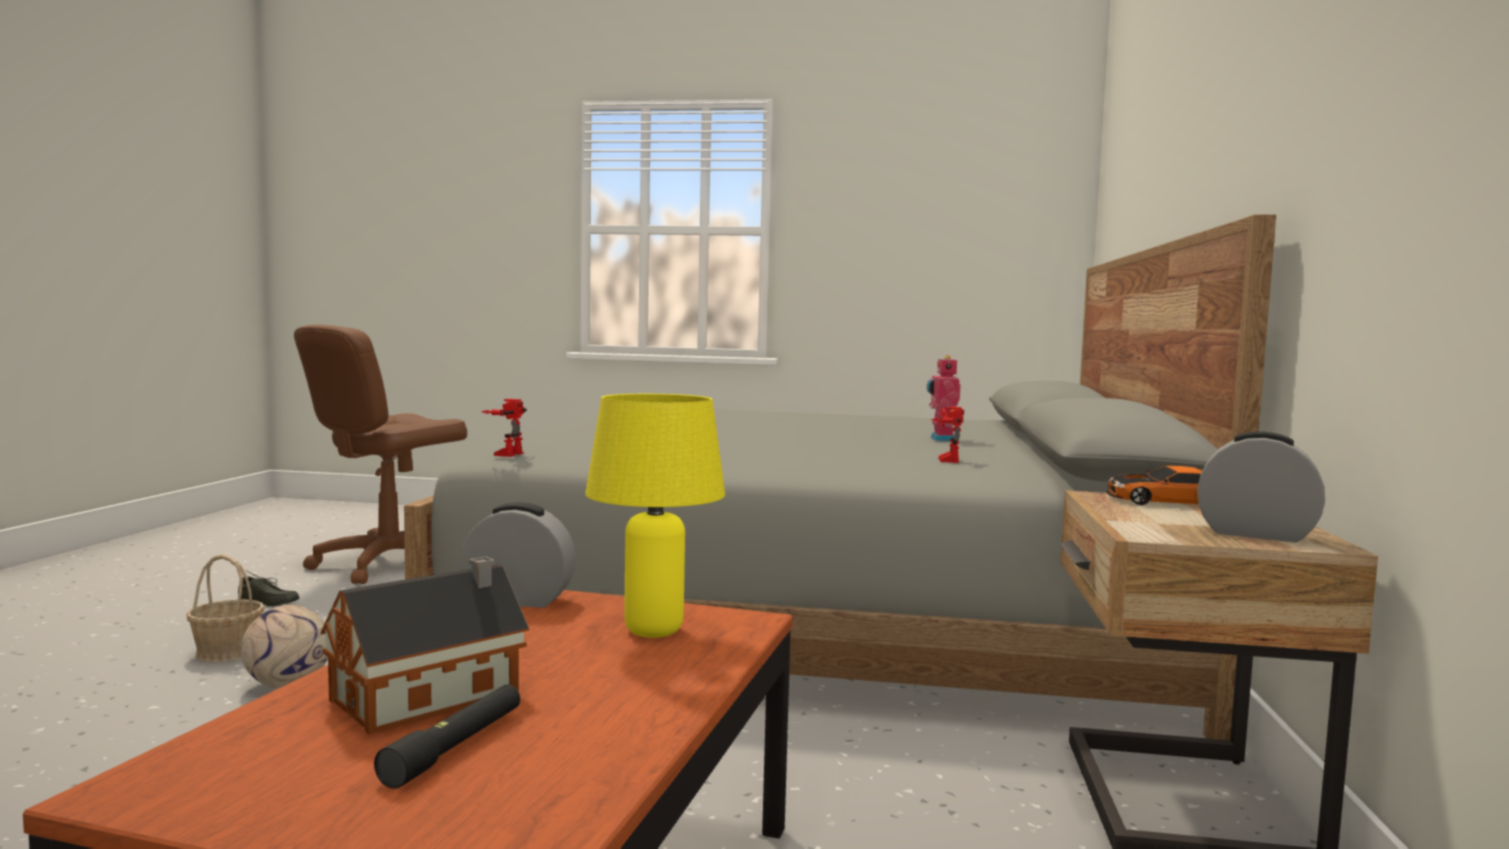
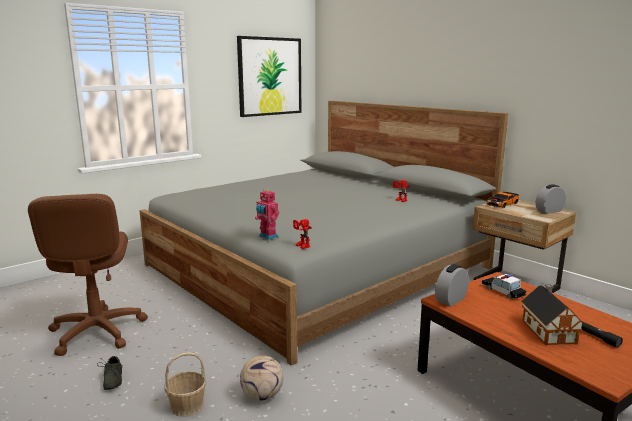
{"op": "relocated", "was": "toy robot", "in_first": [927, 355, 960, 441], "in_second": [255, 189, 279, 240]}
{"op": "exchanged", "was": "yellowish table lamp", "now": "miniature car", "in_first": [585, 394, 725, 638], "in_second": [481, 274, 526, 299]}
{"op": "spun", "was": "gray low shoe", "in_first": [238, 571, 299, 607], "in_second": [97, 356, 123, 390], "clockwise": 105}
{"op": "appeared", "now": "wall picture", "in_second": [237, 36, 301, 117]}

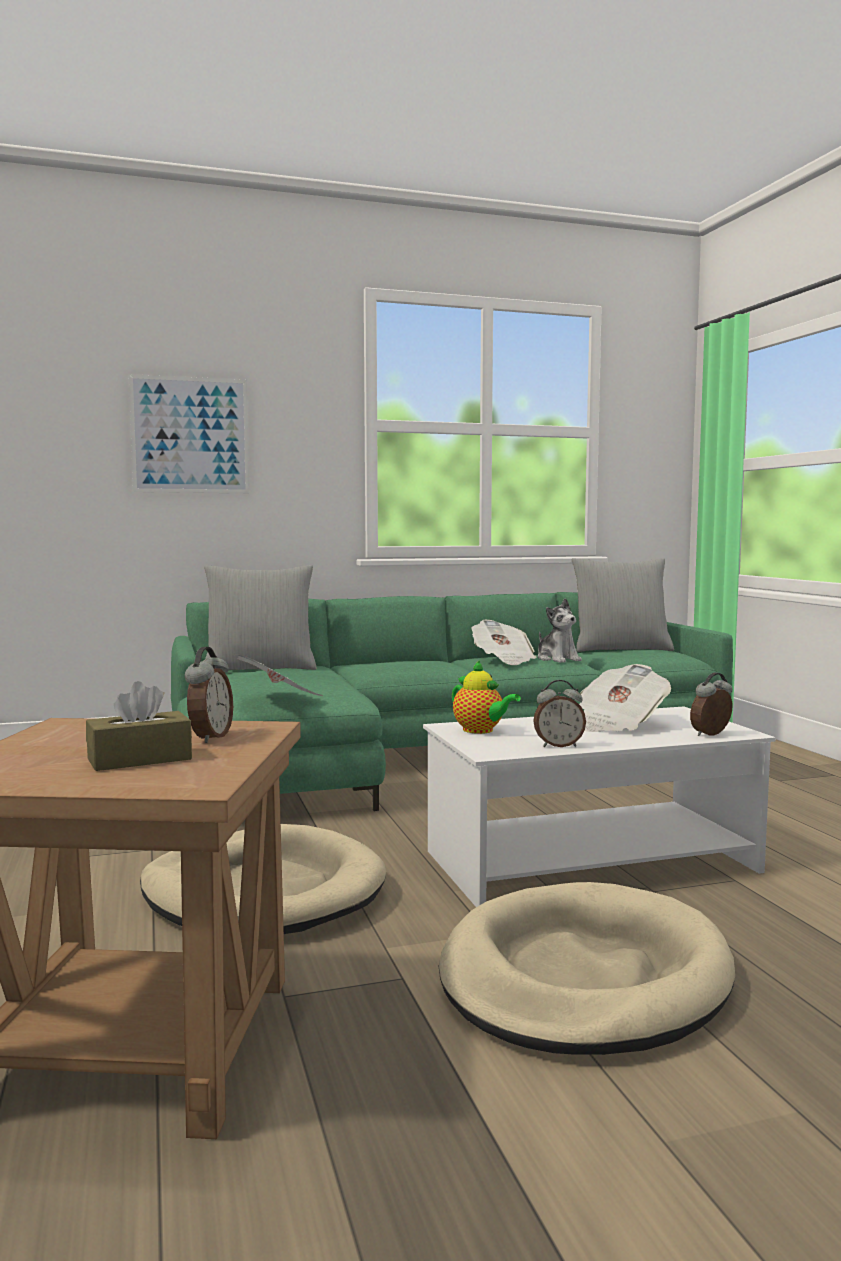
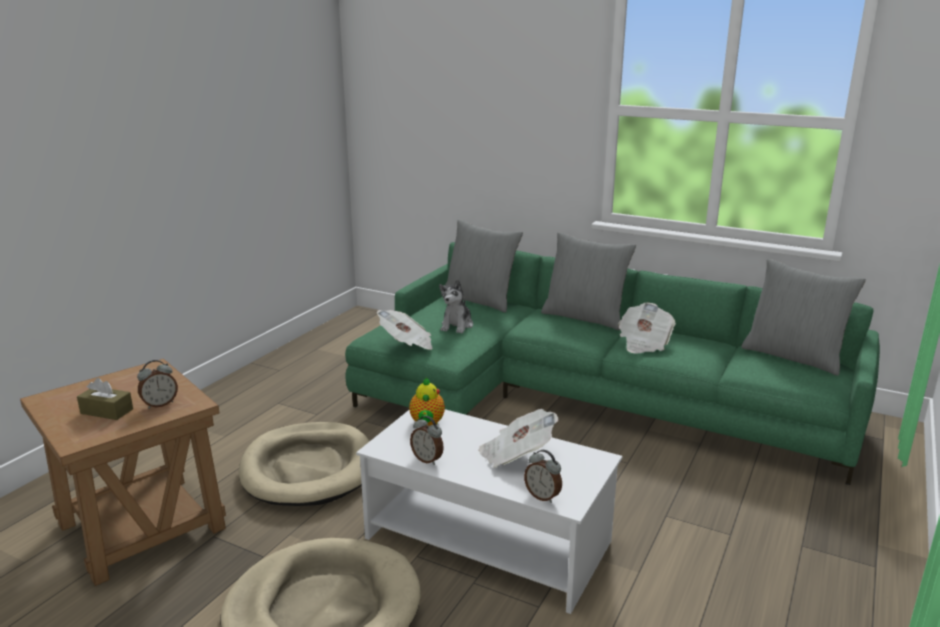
{"op": "missing", "was": "wall picture", "in_first": [129, 374, 249, 493]}
{"op": "relocated", "was": "soft toy", "in_first": [538, 598, 582, 663], "in_second": [439, 280, 473, 333]}
{"op": "spun", "was": "alarm clock", "in_first": [690, 672, 732, 736], "in_second": [524, 450, 562, 503], "clockwise": -150}
{"op": "appeared", "now": "gray cushion", "in_second": [541, 232, 636, 330]}

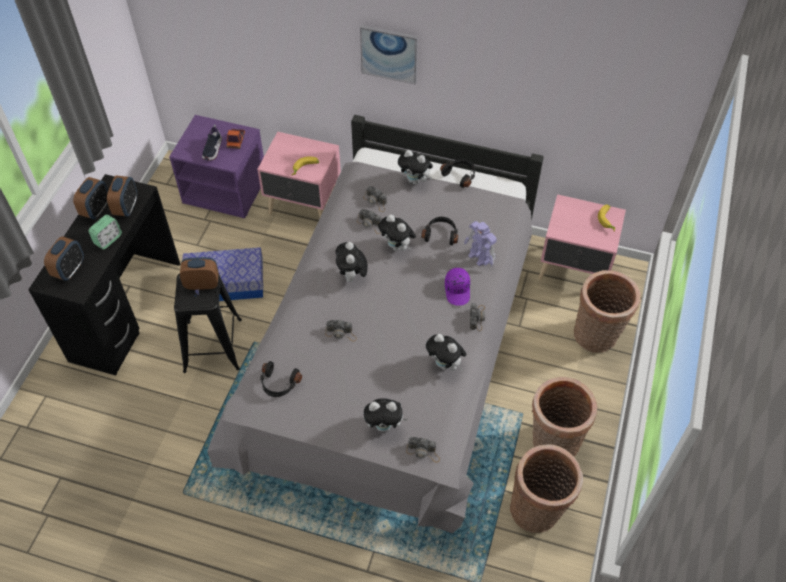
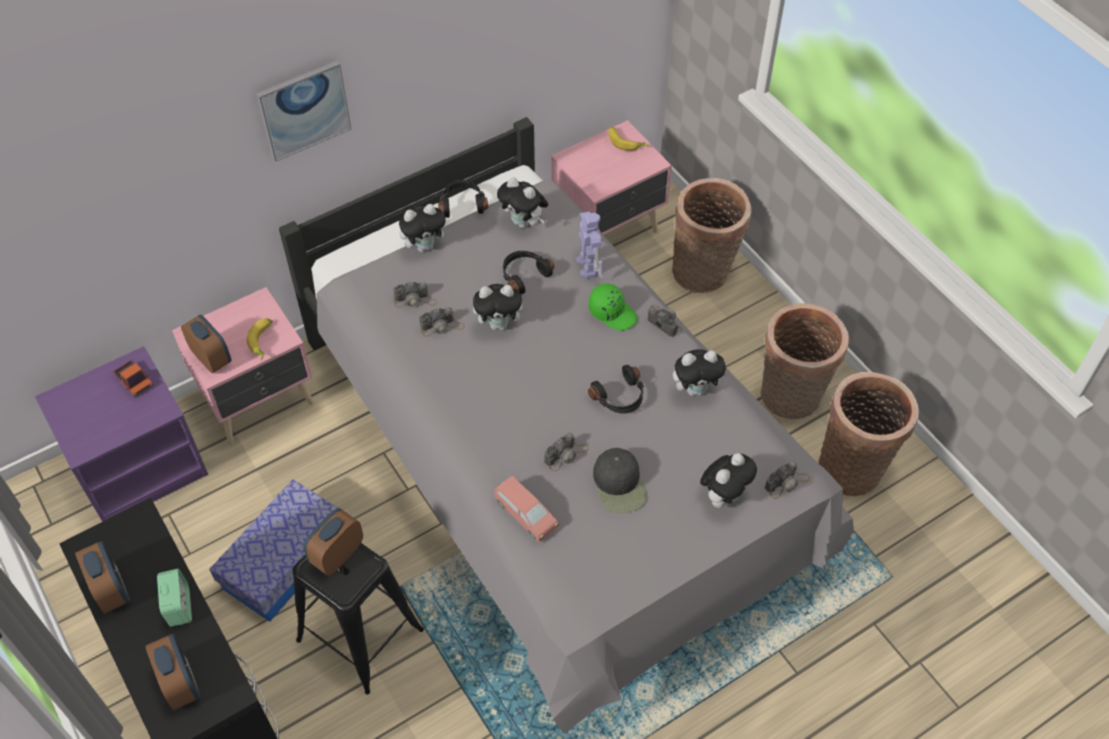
{"op": "missing", "was": "low shoe", "in_first": [202, 125, 222, 161]}
{"op": "relocated", "was": "alarm clock", "in_first": [107, 176, 137, 217], "in_second": [181, 315, 231, 374]}
{"op": "spun", "was": "toy robot", "in_first": [464, 221, 497, 267], "in_second": [576, 212, 603, 279], "clockwise": -105}
{"op": "relocated", "was": "soft toy", "in_first": [335, 242, 368, 282], "in_second": [497, 177, 548, 228]}
{"op": "colour", "was": "purple cap", "now": "greenish cap", "in_first": [445, 268, 470, 306], "in_second": [589, 284, 637, 331]}
{"op": "relocated", "was": "blackish headphones", "in_first": [260, 361, 302, 397], "in_second": [588, 365, 644, 414]}
{"op": "appeared", "now": "blackish cap", "in_second": [593, 448, 648, 514]}
{"op": "appeared", "now": "pink miniature car", "in_second": [494, 476, 559, 542]}

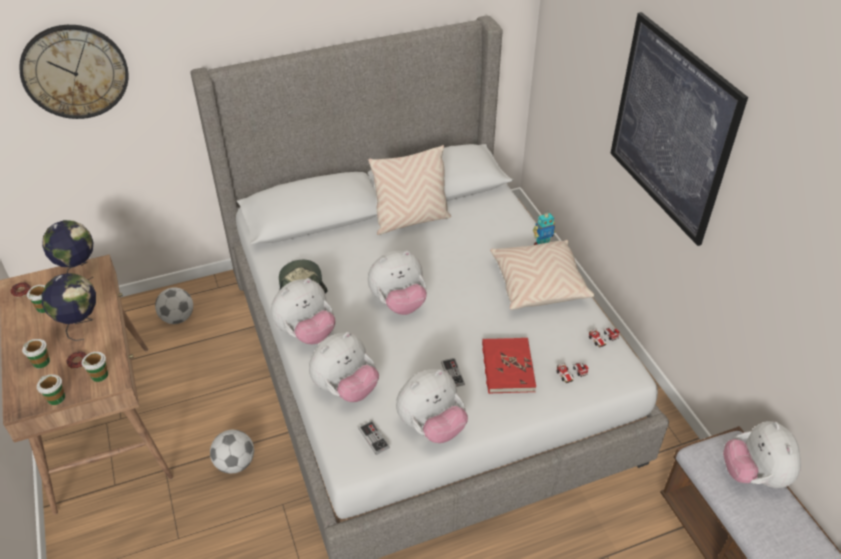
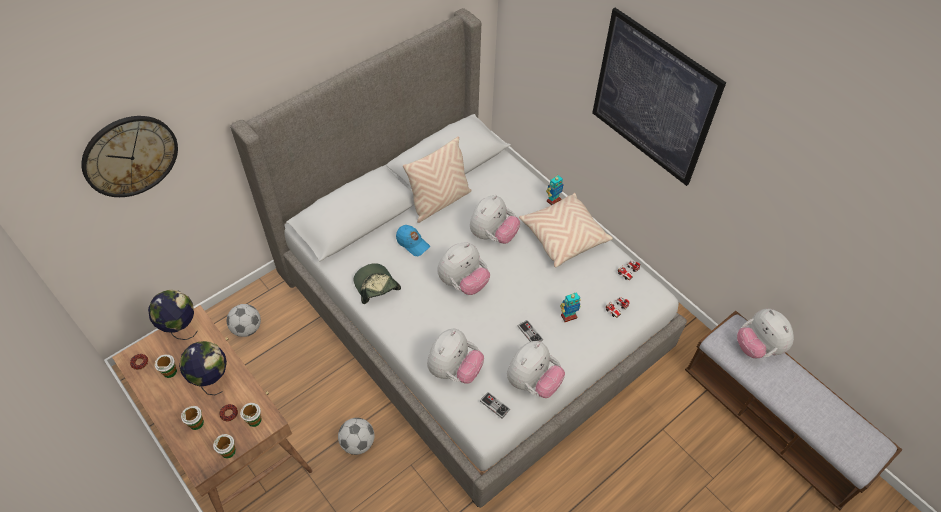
{"op": "relocated", "was": "soft toy", "in_first": [271, 278, 335, 344], "in_second": [470, 195, 520, 244]}
{"op": "exchanged", "was": "red-coloured volume", "now": "toy robot", "in_first": [482, 338, 536, 394], "in_second": [560, 292, 581, 322]}
{"op": "appeared", "now": "bluish cap", "in_second": [396, 225, 430, 256]}

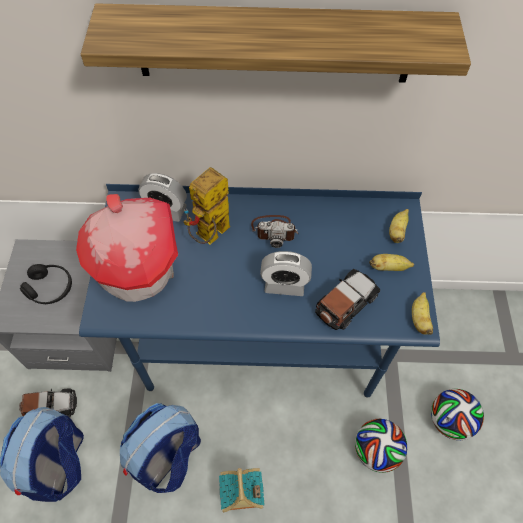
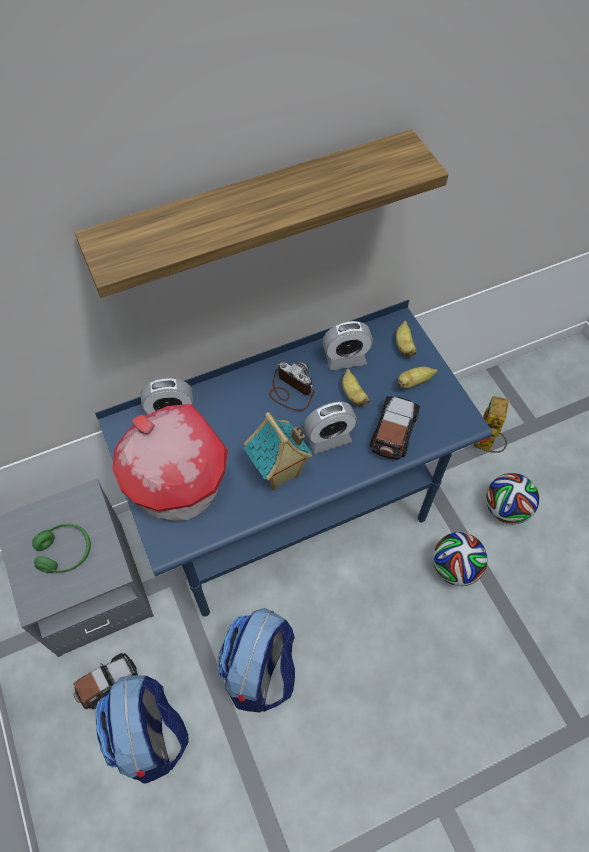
{"op": "relocated", "was": "toy robot", "in_first": [183, 167, 230, 244], "in_second": [473, 396, 509, 453]}
{"op": "spun", "was": "photo camera", "in_first": [251, 215, 299, 248], "in_second": [269, 362, 315, 411], "clockwise": -120}
{"op": "colour", "was": "blackish headphones", "now": "greenish headphones", "in_first": [20, 264, 72, 304], "in_second": [32, 523, 91, 573]}
{"op": "relocated", "was": "banana", "in_first": [412, 292, 433, 335], "in_second": [342, 369, 370, 406]}
{"op": "relocated", "was": "model house", "in_first": [219, 468, 265, 512], "in_second": [244, 412, 312, 490]}
{"op": "appeared", "now": "alarm clock", "in_second": [322, 321, 373, 370]}

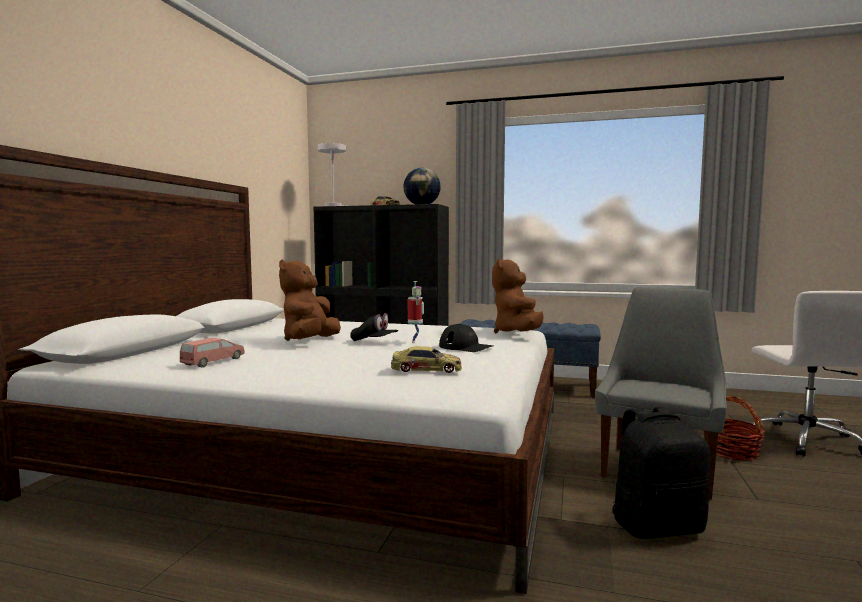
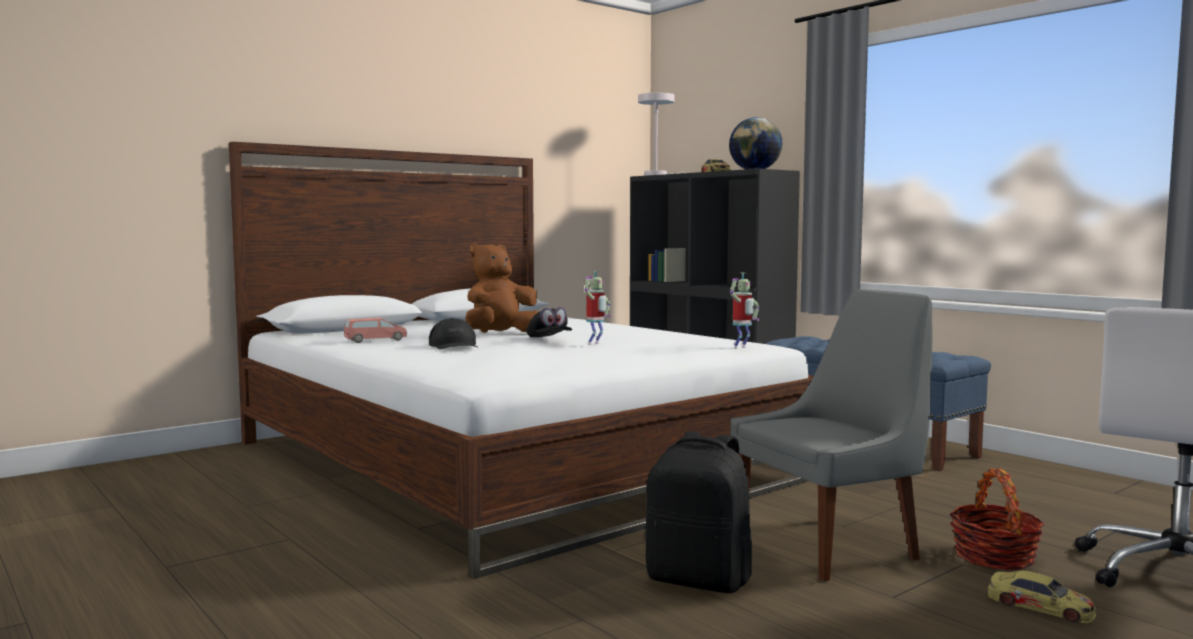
{"op": "exchanged", "was": "brown-coloured soft toy", "now": "toy robot", "in_first": [492, 258, 544, 333], "in_second": [730, 273, 759, 349]}
{"op": "relocated", "was": "blackish cap", "in_first": [439, 324, 493, 352], "in_second": [429, 318, 477, 350]}
{"op": "relocated", "was": "miniature car", "in_first": [391, 346, 462, 373], "in_second": [988, 570, 1096, 623]}

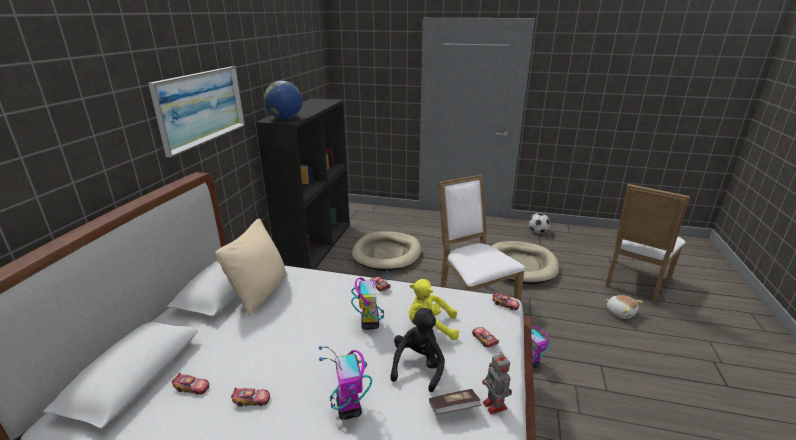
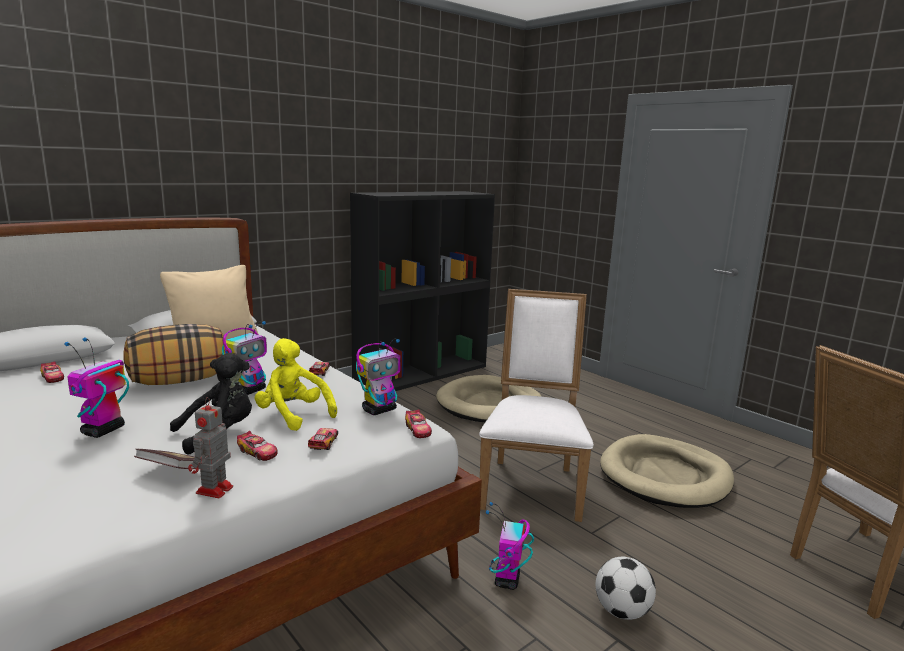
{"op": "missing", "was": "wall picture", "in_first": [148, 66, 245, 157]}
{"op": "missing", "was": "world globe", "in_first": [264, 81, 302, 119]}
{"op": "relocated", "was": "football ball", "in_first": [529, 213, 550, 233], "in_second": [596, 557, 656, 620]}
{"op": "missing", "was": "soft toy", "in_first": [606, 295, 643, 319]}
{"op": "relocated", "was": "miniature car", "in_first": [231, 387, 270, 407], "in_second": [237, 431, 278, 461]}
{"op": "appeared", "now": "cushion", "in_second": [123, 324, 224, 385]}
{"op": "appeared", "now": "toy robot", "in_second": [356, 339, 401, 415]}

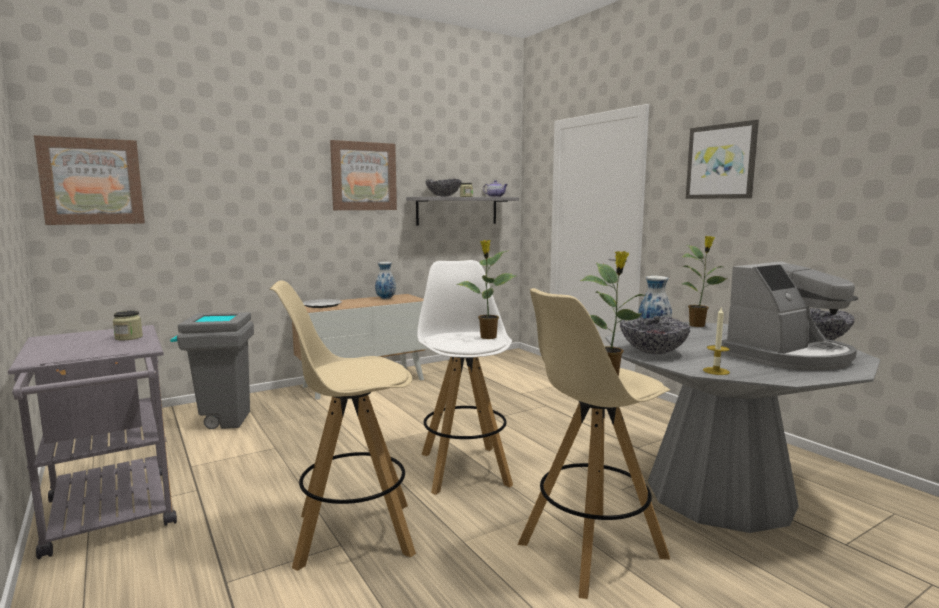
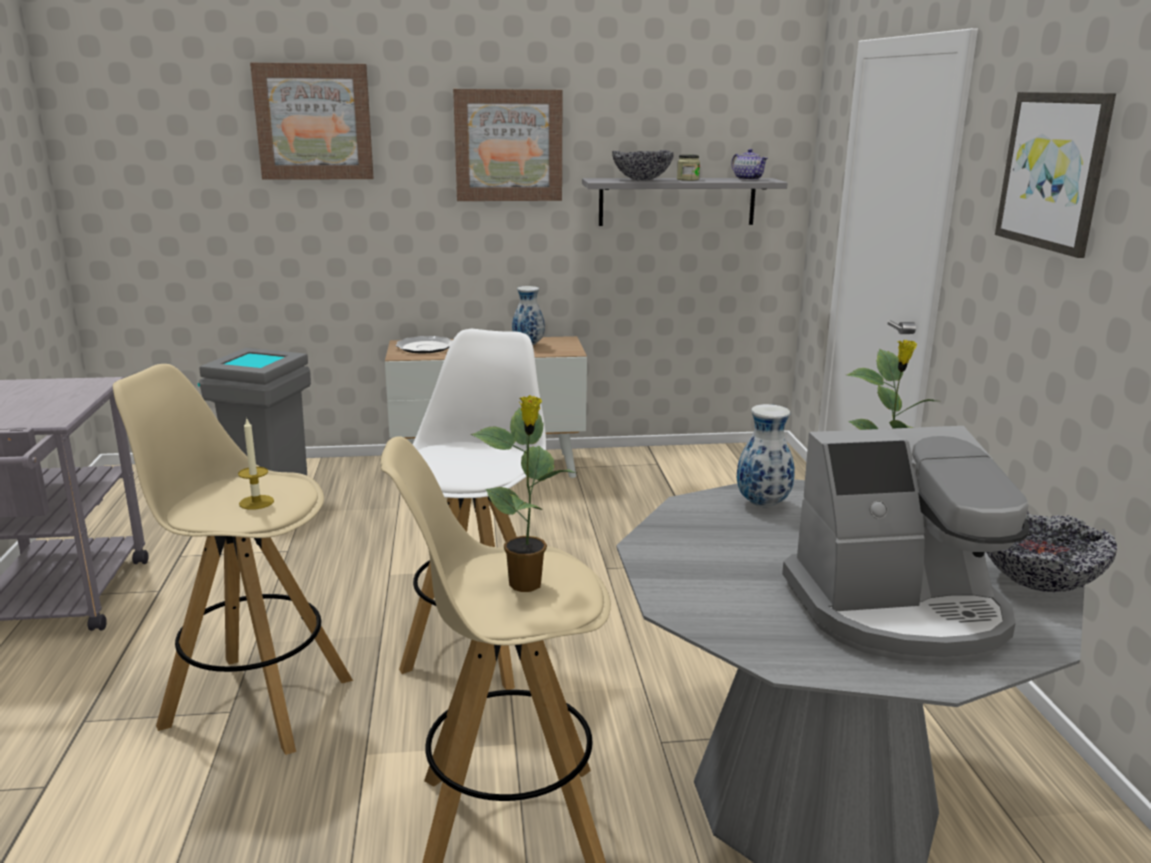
{"op": "relocated", "was": "wall picture", "in_first": [34, 135, 145, 225], "in_second": [250, 63, 374, 180]}
{"op": "missing", "was": "potted plant", "in_first": [457, 240, 517, 339]}
{"op": "relocated", "was": "wax light", "in_first": [703, 306, 730, 375], "in_second": [238, 419, 274, 510]}
{"op": "missing", "was": "jar", "in_first": [113, 311, 143, 340]}
{"op": "missing", "was": "bowl", "in_first": [620, 316, 690, 354]}

